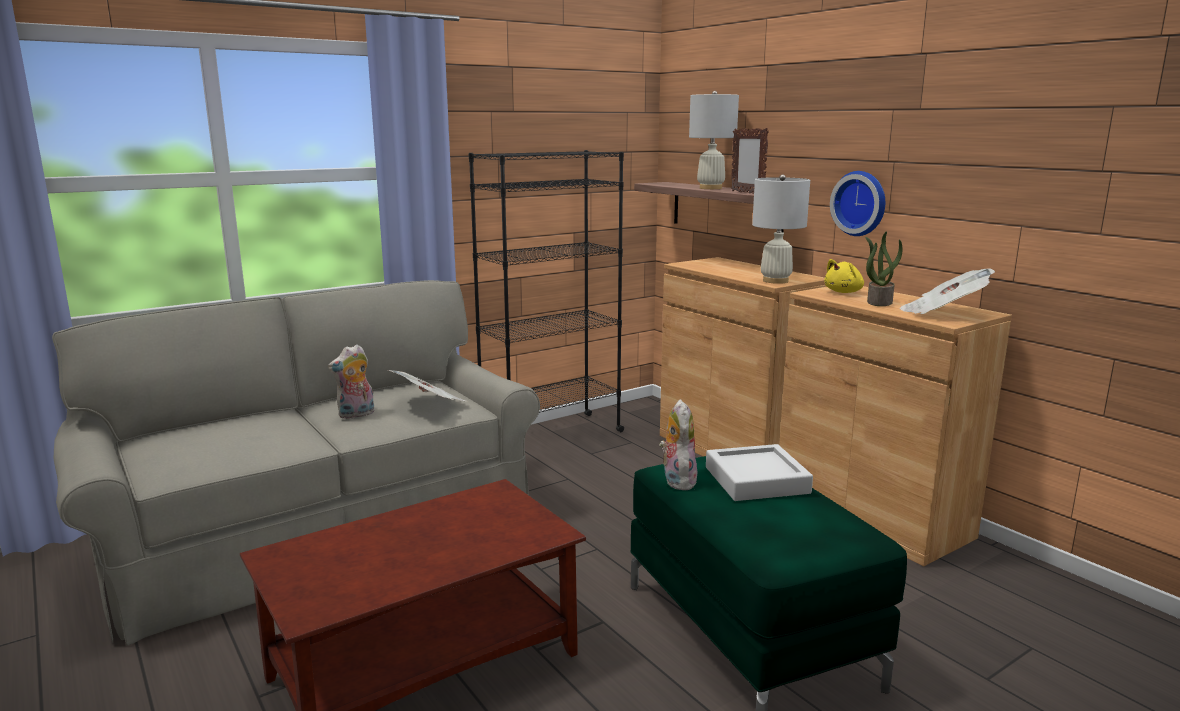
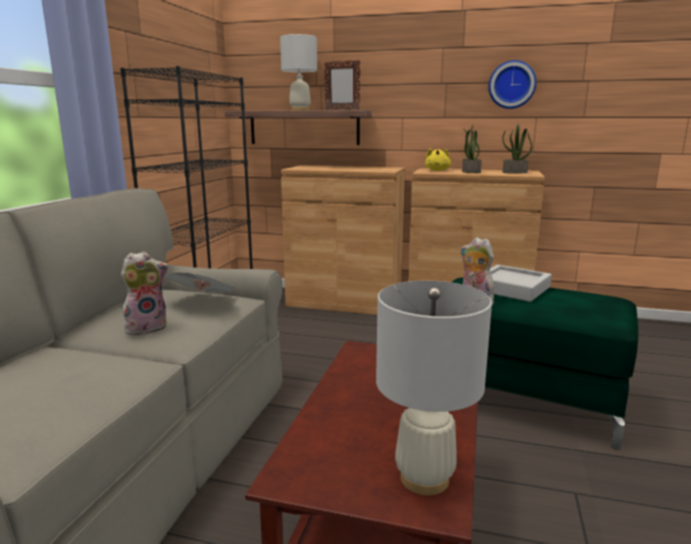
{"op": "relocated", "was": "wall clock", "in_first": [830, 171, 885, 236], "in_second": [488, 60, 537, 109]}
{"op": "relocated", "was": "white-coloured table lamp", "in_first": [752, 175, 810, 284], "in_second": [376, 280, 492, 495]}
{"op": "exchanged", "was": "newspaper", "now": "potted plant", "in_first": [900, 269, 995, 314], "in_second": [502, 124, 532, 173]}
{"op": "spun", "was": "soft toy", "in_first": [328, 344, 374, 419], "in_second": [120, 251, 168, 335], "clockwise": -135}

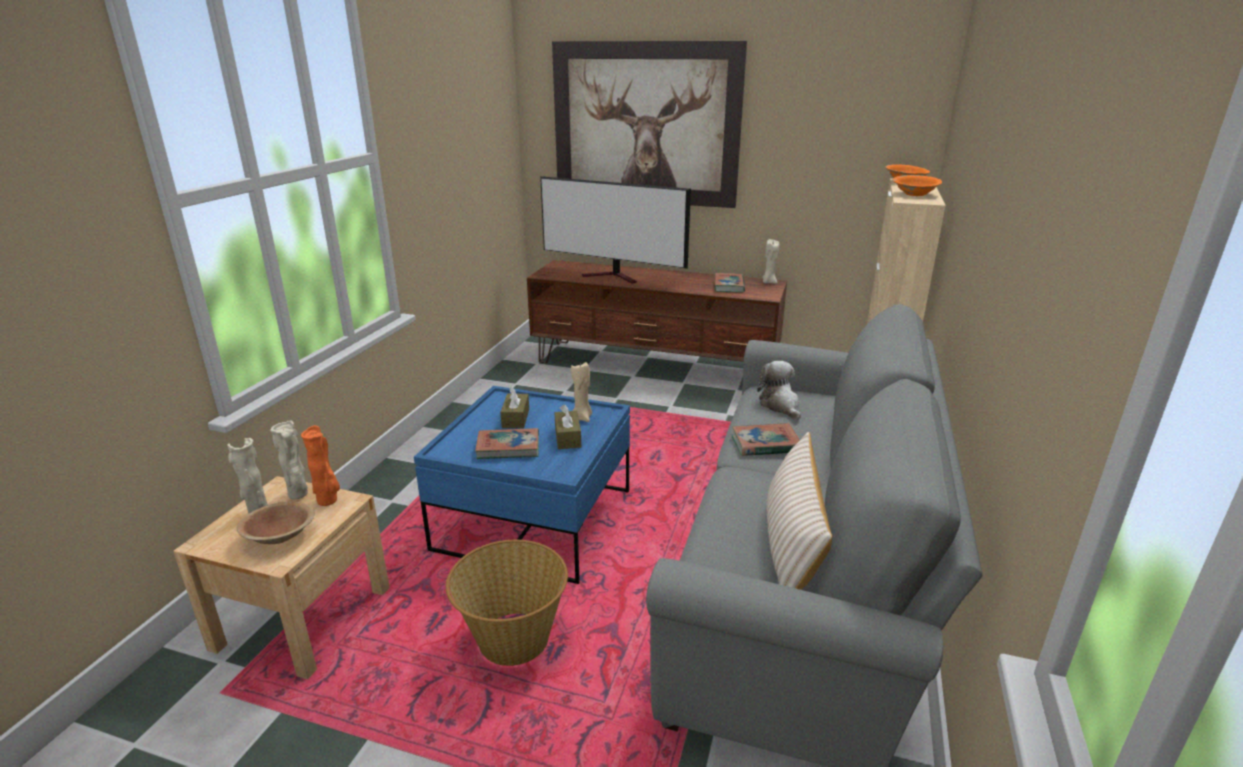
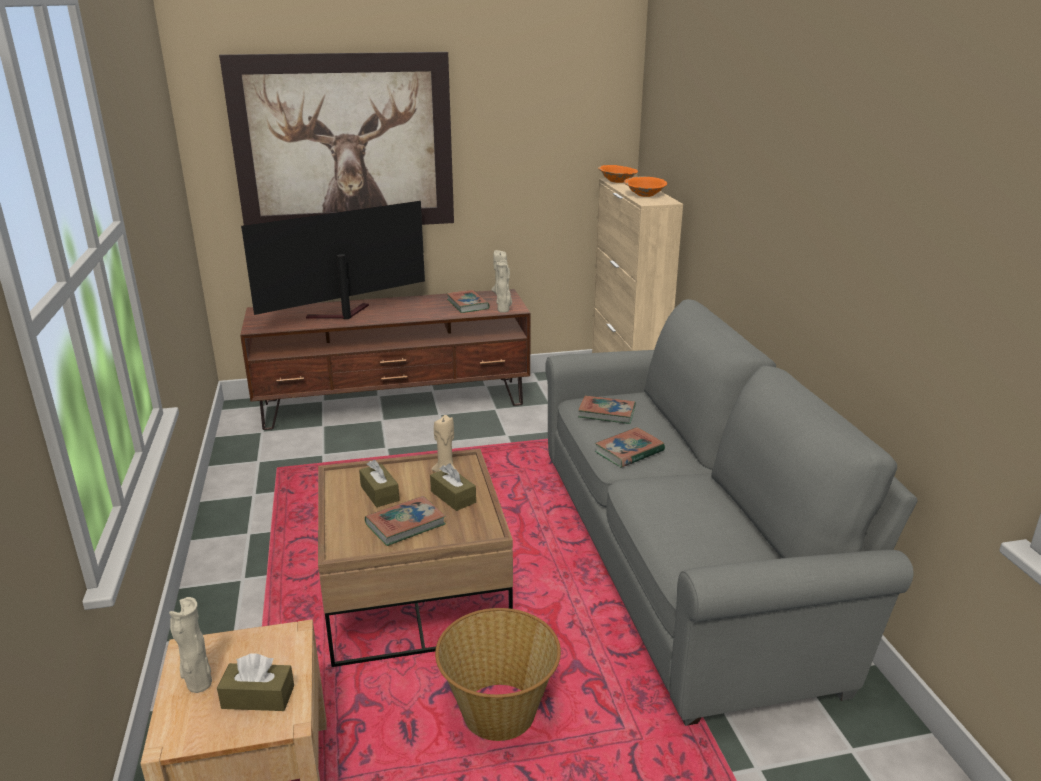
{"op": "spun", "was": "TV", "in_first": [540, 176, 691, 284], "in_second": [241, 201, 425, 319], "clockwise": 150}
{"op": "exchanged", "was": "soft toy", "now": "volume", "in_first": [757, 361, 801, 420], "in_second": [578, 395, 635, 424]}
{"op": "colour", "was": "bluish low table", "now": "brown-coloured low table", "in_first": [414, 386, 630, 584], "in_second": [318, 449, 513, 667]}
{"op": "relocated", "was": "sand-coloured decorative vase", "in_first": [270, 421, 308, 499], "in_second": [496, 260, 512, 313]}
{"op": "missing", "was": "orange decorative vase", "in_first": [301, 425, 340, 506]}
{"op": "missing", "was": "sand-coloured cushion", "in_first": [766, 432, 832, 590]}
{"op": "exchanged", "was": "brown-coloured bowl", "now": "brown-coloured box of tissues", "in_first": [237, 502, 315, 544], "in_second": [217, 653, 294, 711]}

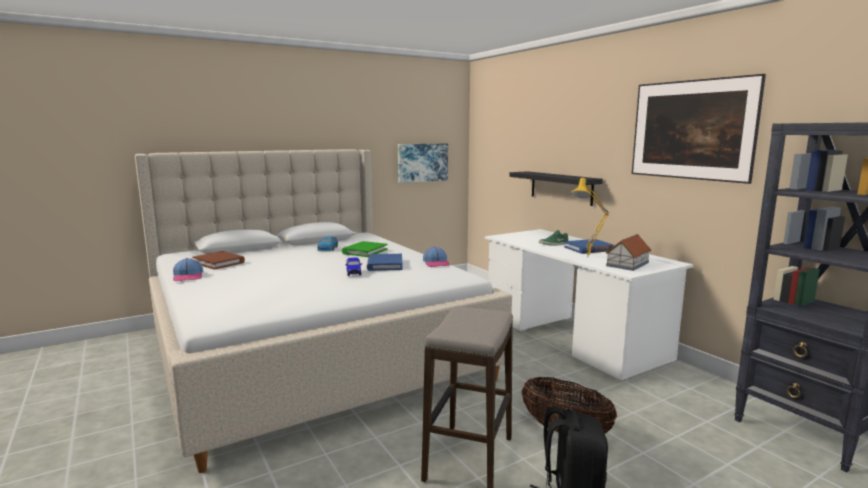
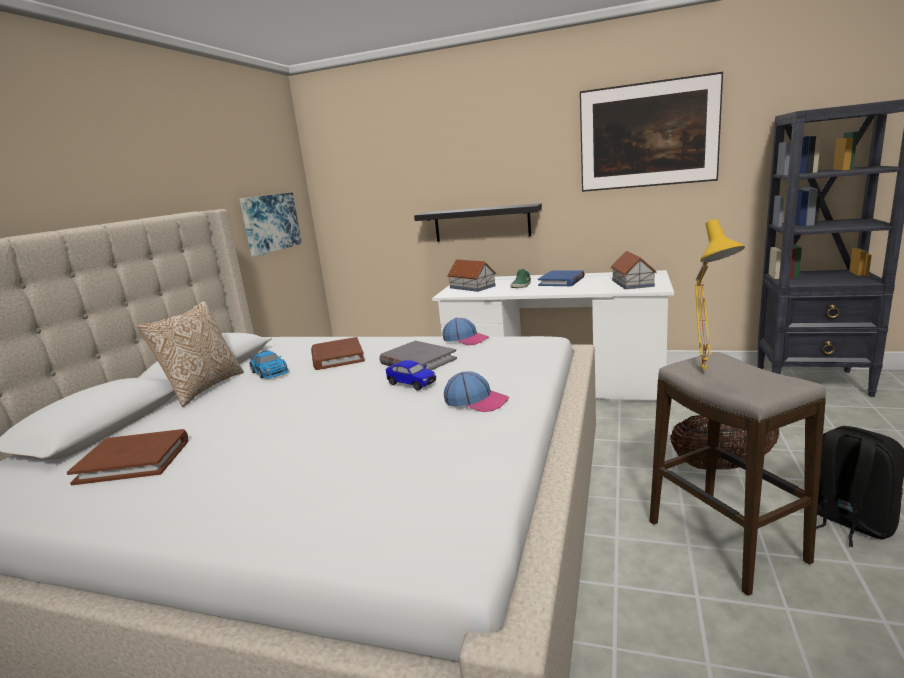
{"op": "relocated", "was": "yellowish table lamp", "in_first": [571, 178, 609, 257], "in_second": [695, 219, 745, 373]}
{"op": "colour", "was": "greenish volume", "now": "brown-coloured volume", "in_first": [342, 241, 388, 257], "in_second": [311, 337, 365, 370]}
{"op": "colour", "was": "bluish volume", "now": "gray volume", "in_first": [367, 254, 403, 271], "in_second": [379, 341, 457, 370]}
{"op": "relocated", "was": "cap", "in_first": [173, 258, 203, 281], "in_second": [444, 371, 509, 412]}
{"op": "appeared", "now": "model house", "in_second": [447, 259, 496, 292]}
{"op": "appeared", "now": "cushion", "in_second": [137, 301, 244, 407]}

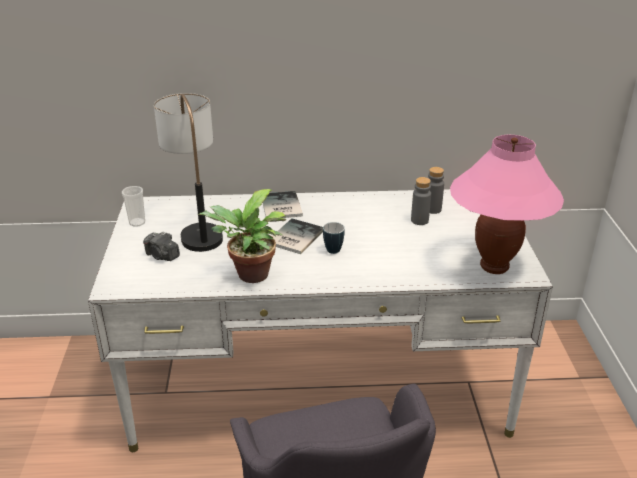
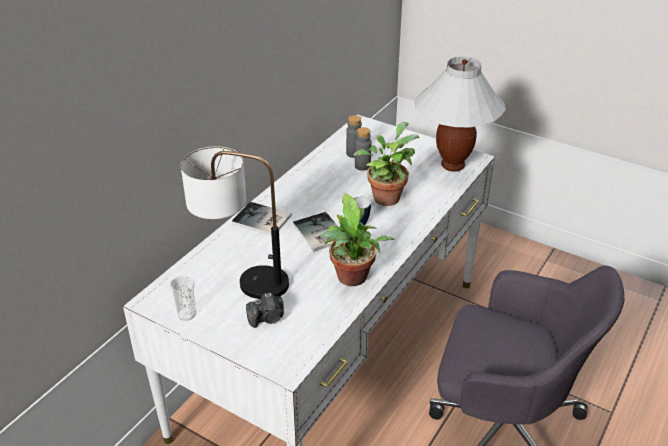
{"op": "colour", "was": "pink table lamp", "now": "white-coloured table lamp", "in_first": [450, 135, 564, 274], "in_second": [415, 57, 506, 172]}
{"op": "appeared", "now": "potted plant", "in_second": [353, 122, 419, 206]}

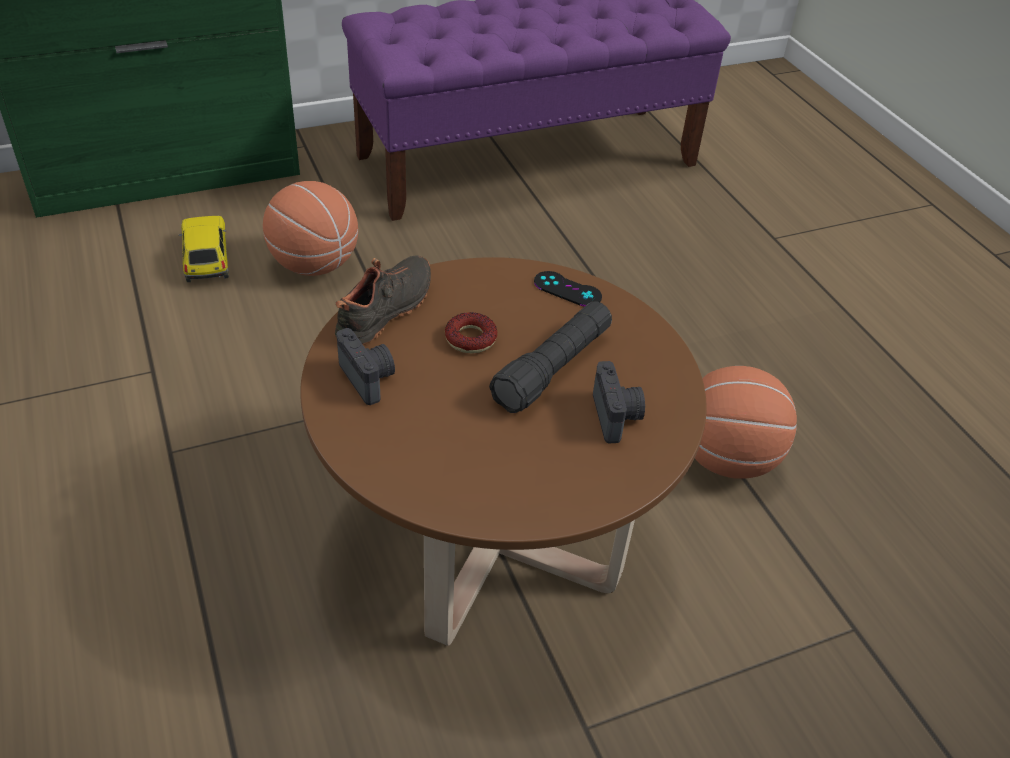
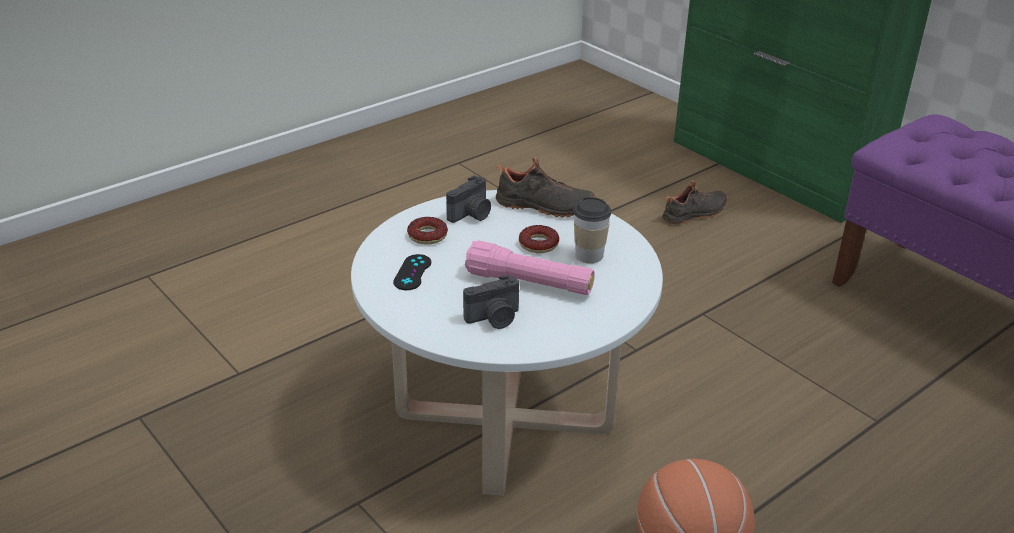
{"op": "missing", "was": "basketball", "in_first": [263, 181, 358, 276]}
{"op": "exchanged", "was": "miniature car", "now": "blackish low shoe", "in_first": [179, 216, 229, 282], "in_second": [662, 180, 727, 225]}
{"op": "colour", "was": "brown-coloured low table", "now": "white-coloured low table", "in_first": [300, 257, 707, 646], "in_second": [351, 190, 663, 496]}
{"op": "relocated", "was": "blackish joypad", "in_first": [534, 271, 602, 307], "in_second": [393, 254, 431, 290]}
{"op": "colour", "was": "blackish torch", "now": "pink torch", "in_first": [489, 301, 612, 413], "in_second": [465, 240, 595, 295]}
{"op": "appeared", "now": "small cup", "in_second": [573, 197, 611, 263]}
{"op": "appeared", "now": "donut", "in_second": [407, 217, 448, 244]}

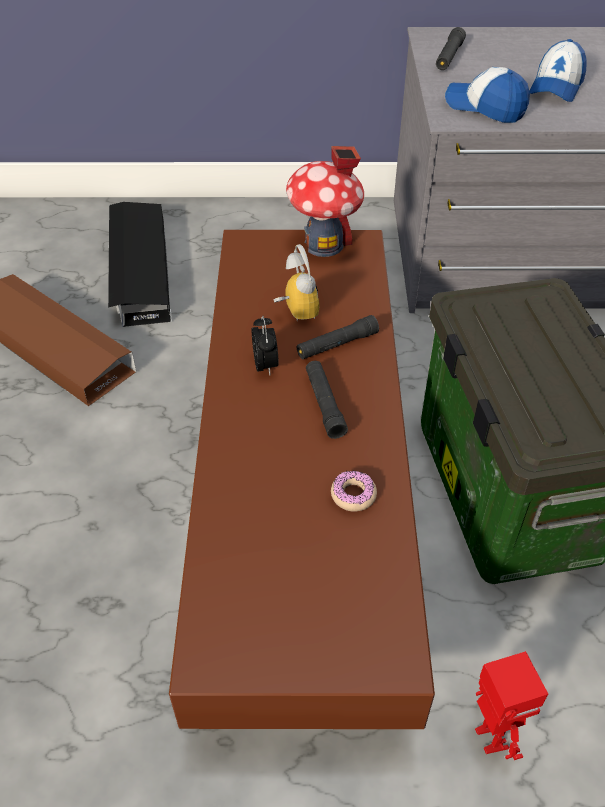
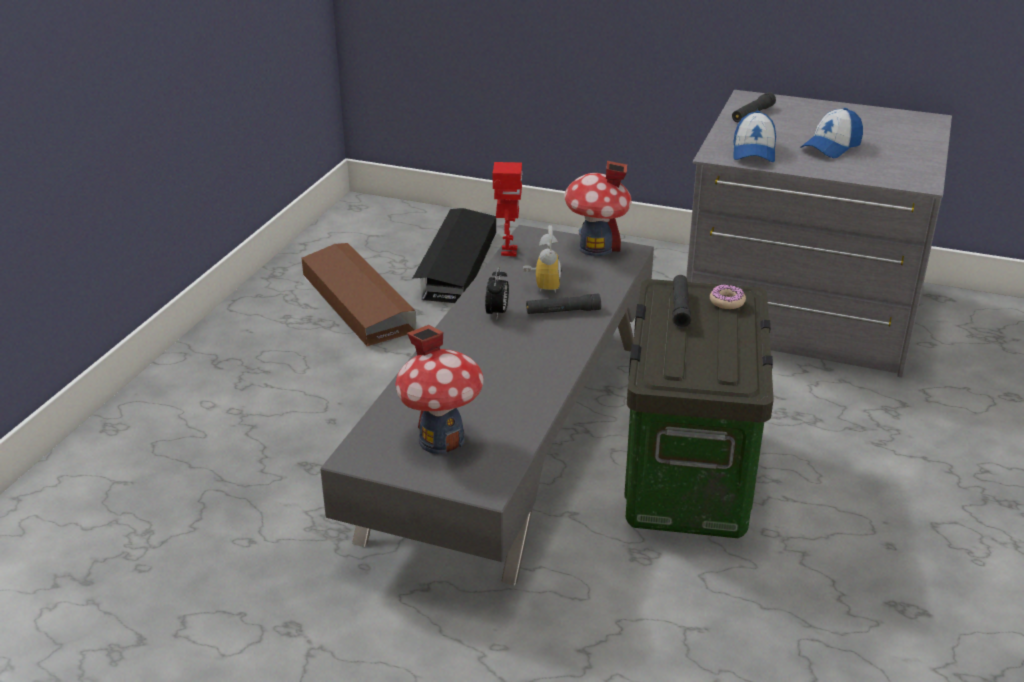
{"op": "spun", "was": "cap", "in_first": [445, 67, 530, 123], "in_second": [733, 111, 776, 162], "clockwise": -135}
{"op": "colour", "was": "brown-coloured low table", "now": "gray low table", "in_first": [169, 230, 435, 729], "in_second": [320, 225, 654, 586]}
{"op": "relocated", "was": "blackish torch", "in_first": [306, 361, 348, 439], "in_second": [672, 275, 691, 328]}
{"op": "relocated", "was": "donut", "in_first": [331, 471, 377, 512], "in_second": [710, 284, 746, 309]}
{"op": "relocated", "was": "toy robot", "in_first": [475, 651, 548, 760], "in_second": [493, 162, 523, 257]}
{"op": "appeared", "now": "model house", "in_second": [395, 325, 484, 454]}

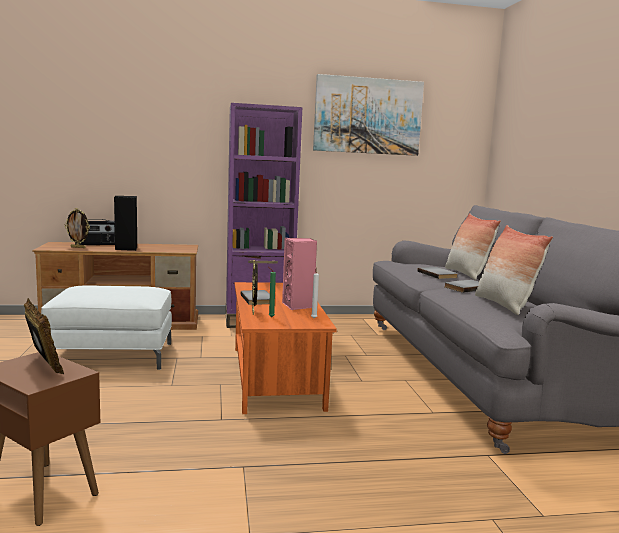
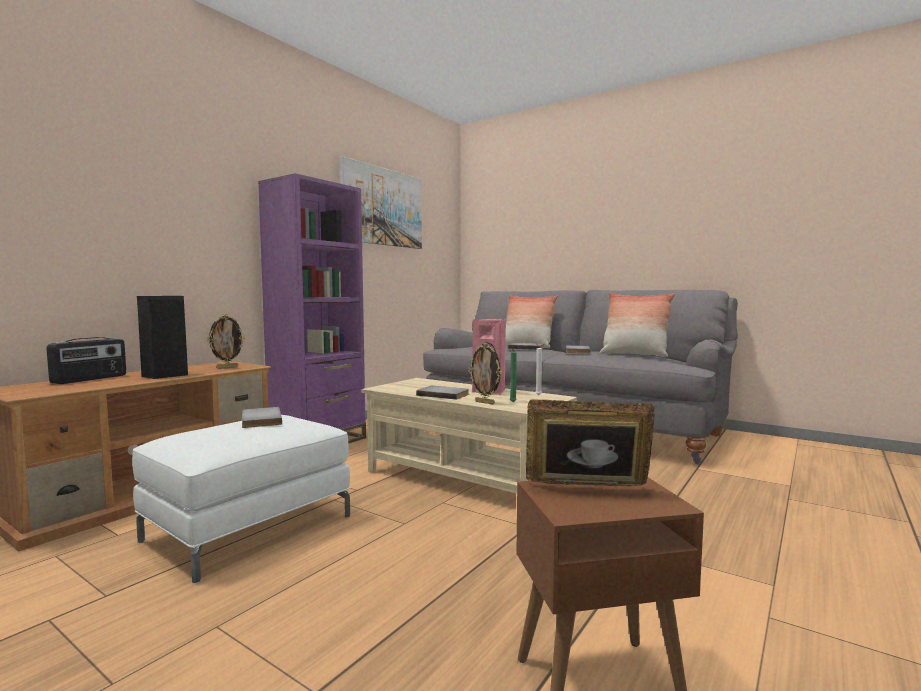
{"op": "relocated", "was": "photo frame", "in_first": [65, 208, 90, 248], "in_second": [207, 314, 245, 369]}
{"op": "colour", "was": "orange low table", "now": "sand-coloured low table", "in_first": [235, 282, 337, 414], "in_second": [361, 378, 577, 494]}
{"op": "appeared", "now": "gray volume", "in_second": [242, 407, 282, 428]}

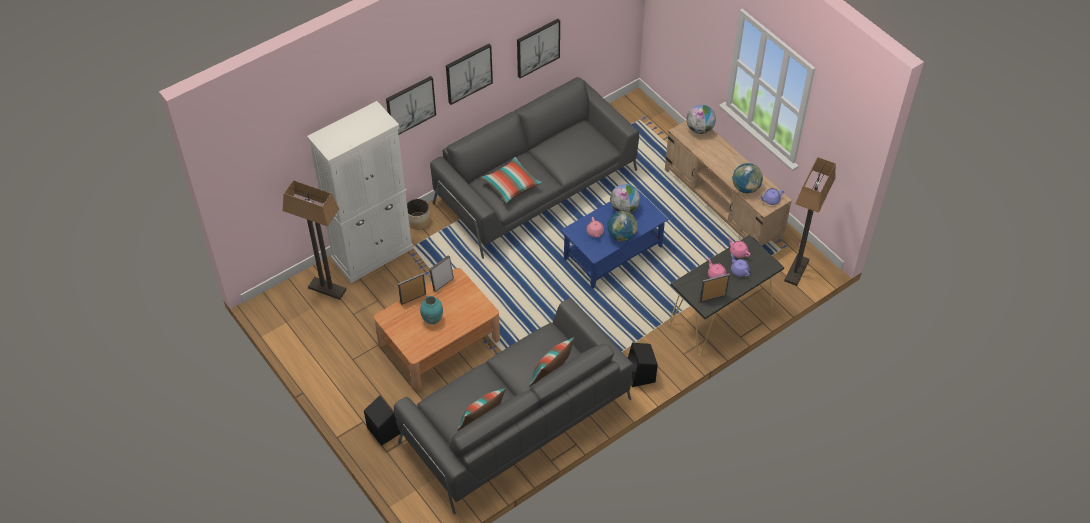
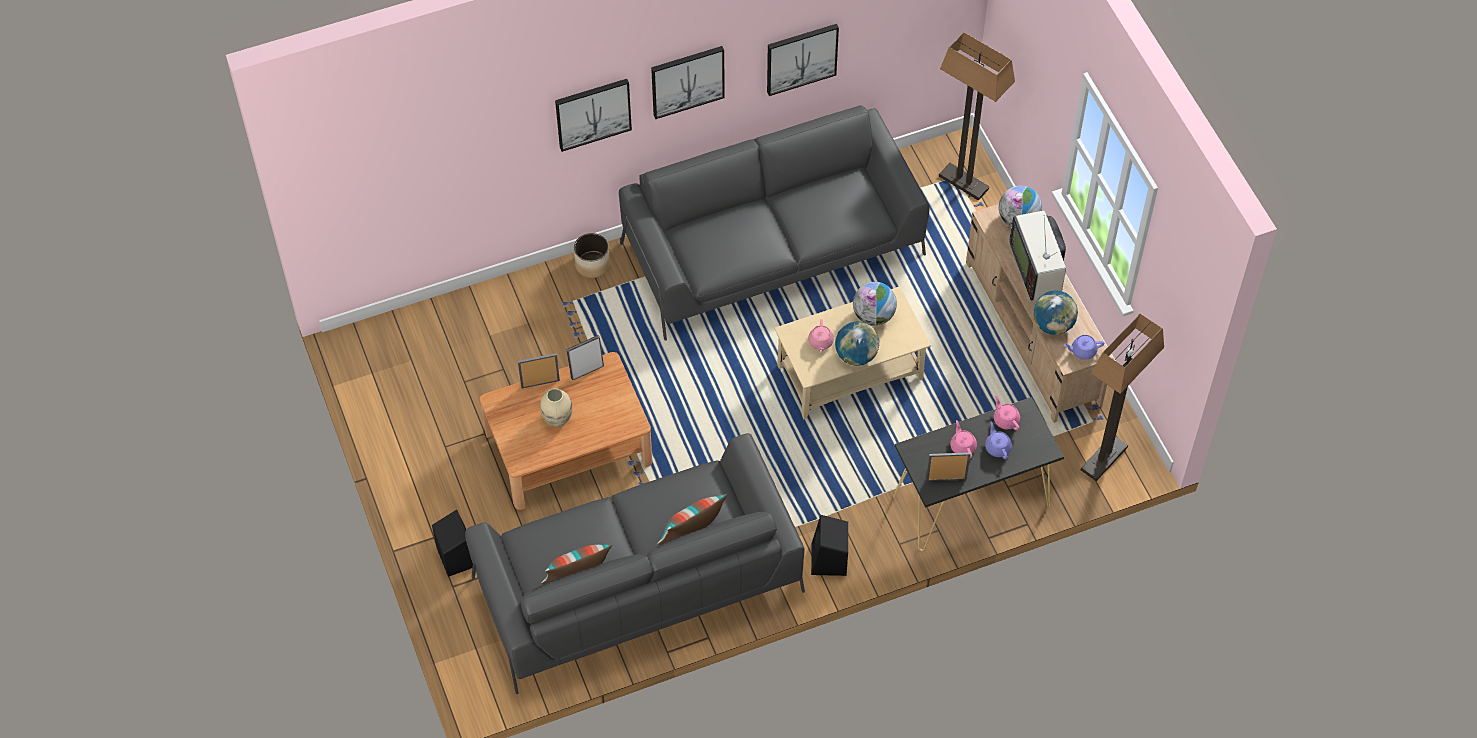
{"op": "missing", "was": "white-coloured cupboard", "in_first": [307, 101, 413, 283]}
{"op": "missing", "was": "cushion", "in_first": [480, 157, 542, 203]}
{"op": "relocated", "was": "standing lamp", "in_first": [283, 180, 346, 300], "in_second": [939, 32, 1015, 201]}
{"op": "colour", "was": "bluish low table", "now": "sand-coloured low table", "in_first": [561, 187, 668, 289], "in_second": [774, 286, 931, 419]}
{"op": "colour", "was": "turquoise decorative vase", "now": "sand-coloured decorative vase", "in_first": [420, 296, 443, 324], "in_second": [540, 388, 572, 427]}
{"op": "appeared", "now": "TV", "in_second": [1009, 211, 1066, 300]}

